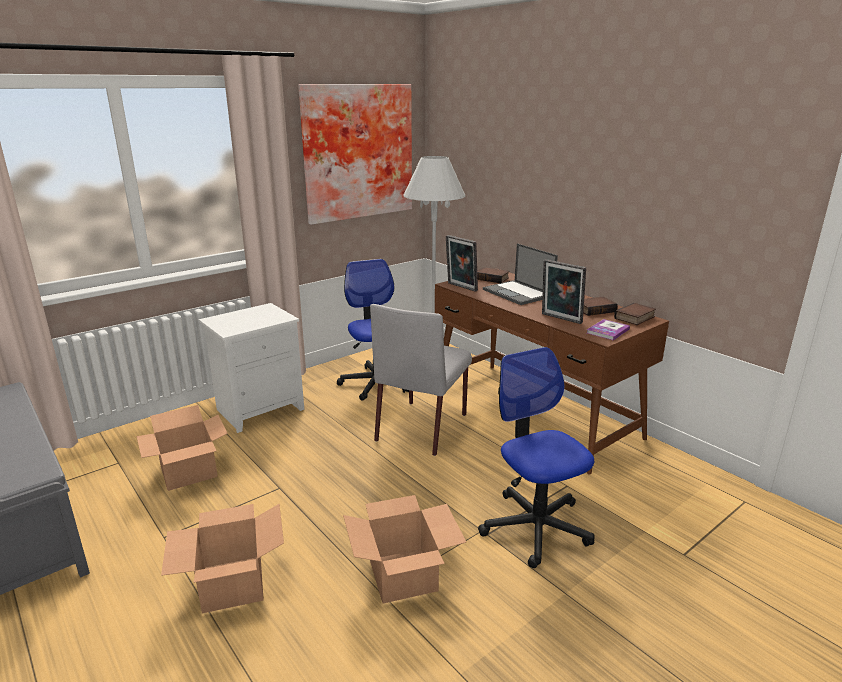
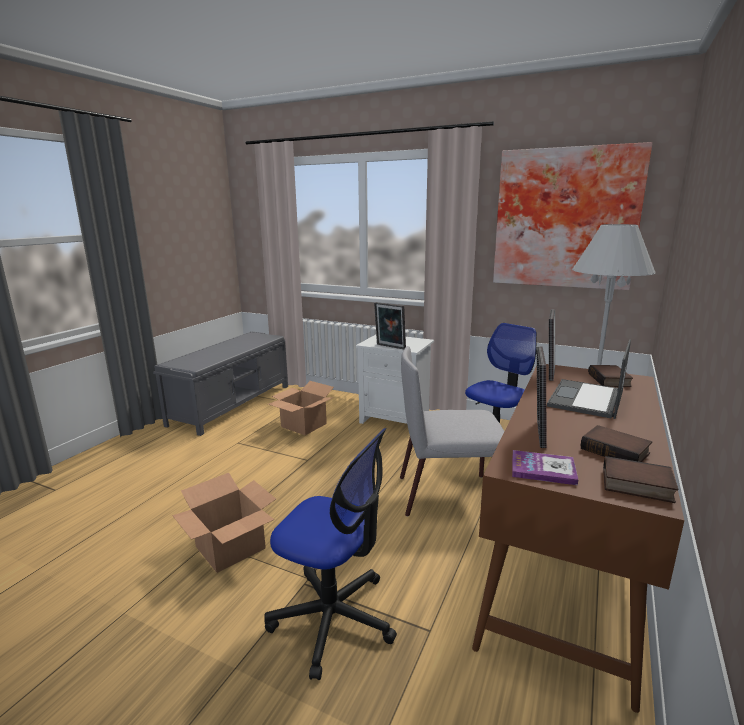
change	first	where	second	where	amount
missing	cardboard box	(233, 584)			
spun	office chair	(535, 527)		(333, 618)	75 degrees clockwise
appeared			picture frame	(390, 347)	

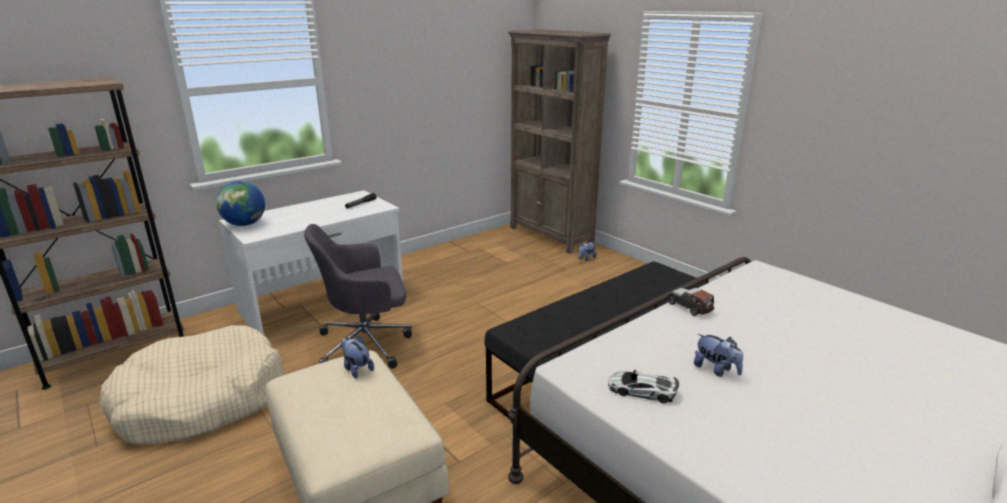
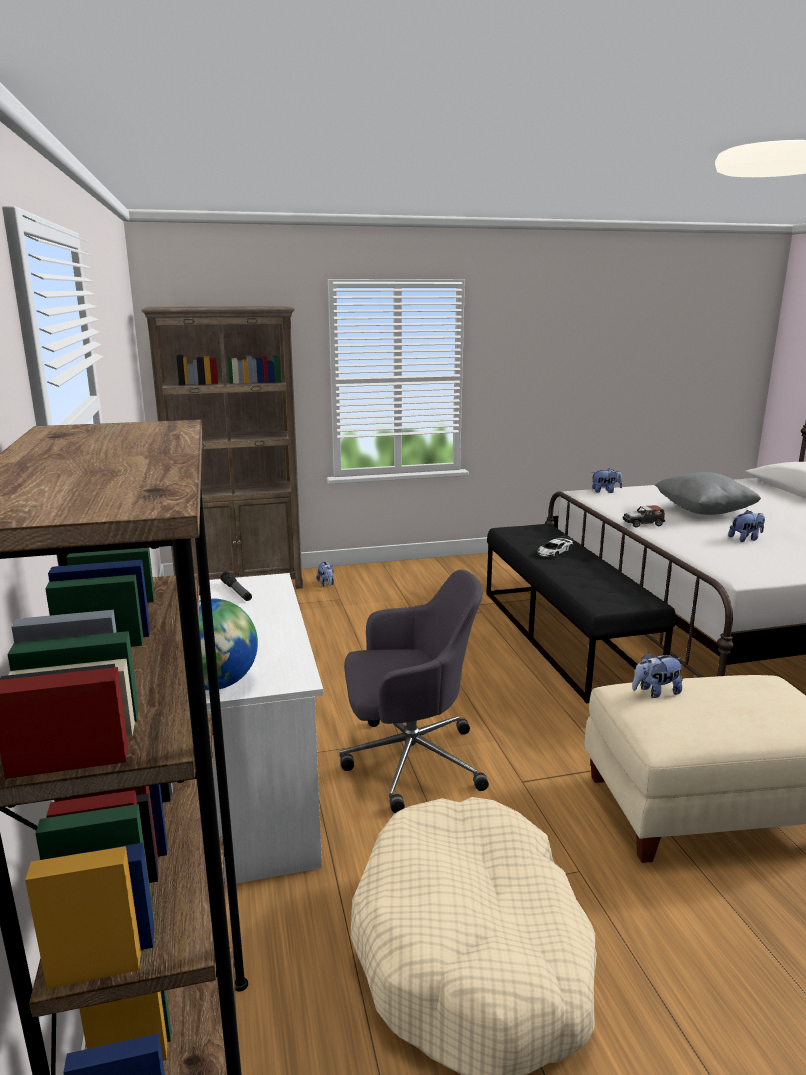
change	first	where	second	where	amount
spun	grey office chair	(367, 343)		(409, 761)	105 degrees counterclockwise
relocated	toy car	(642, 390)		(554, 552)	
appeared			plush toy	(605, 491)	
appeared			grey pillow	(704, 511)	

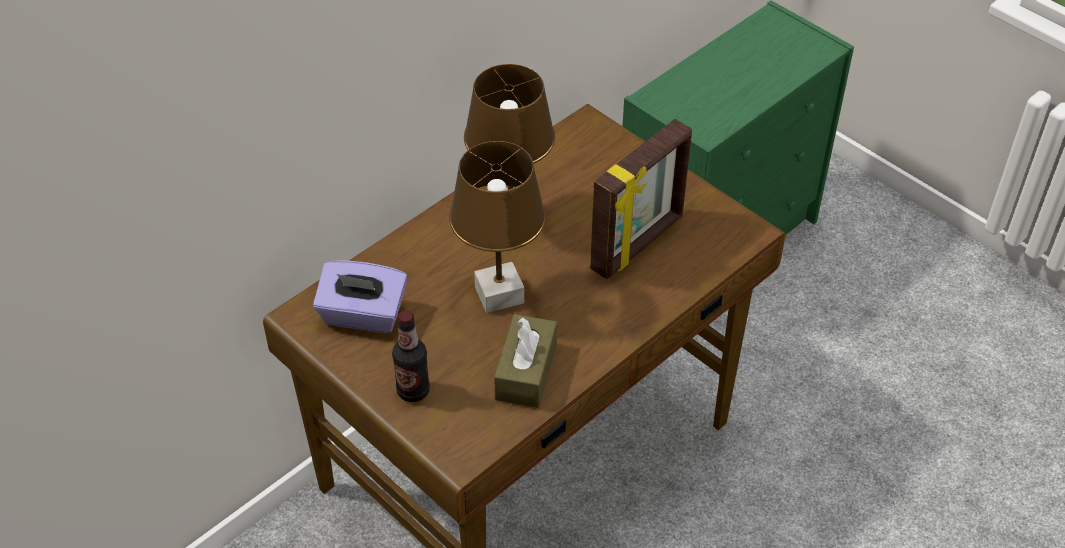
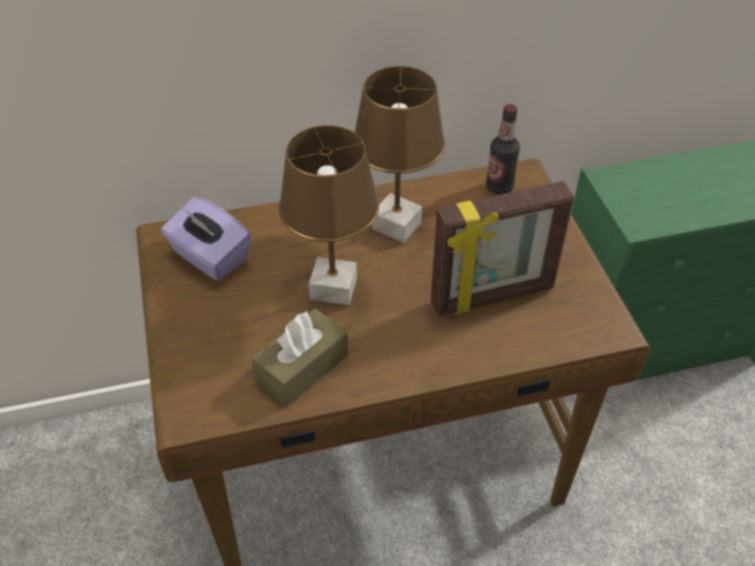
change	first	where	second	where	amount
relocated	bottle	(413, 391)		(499, 187)	

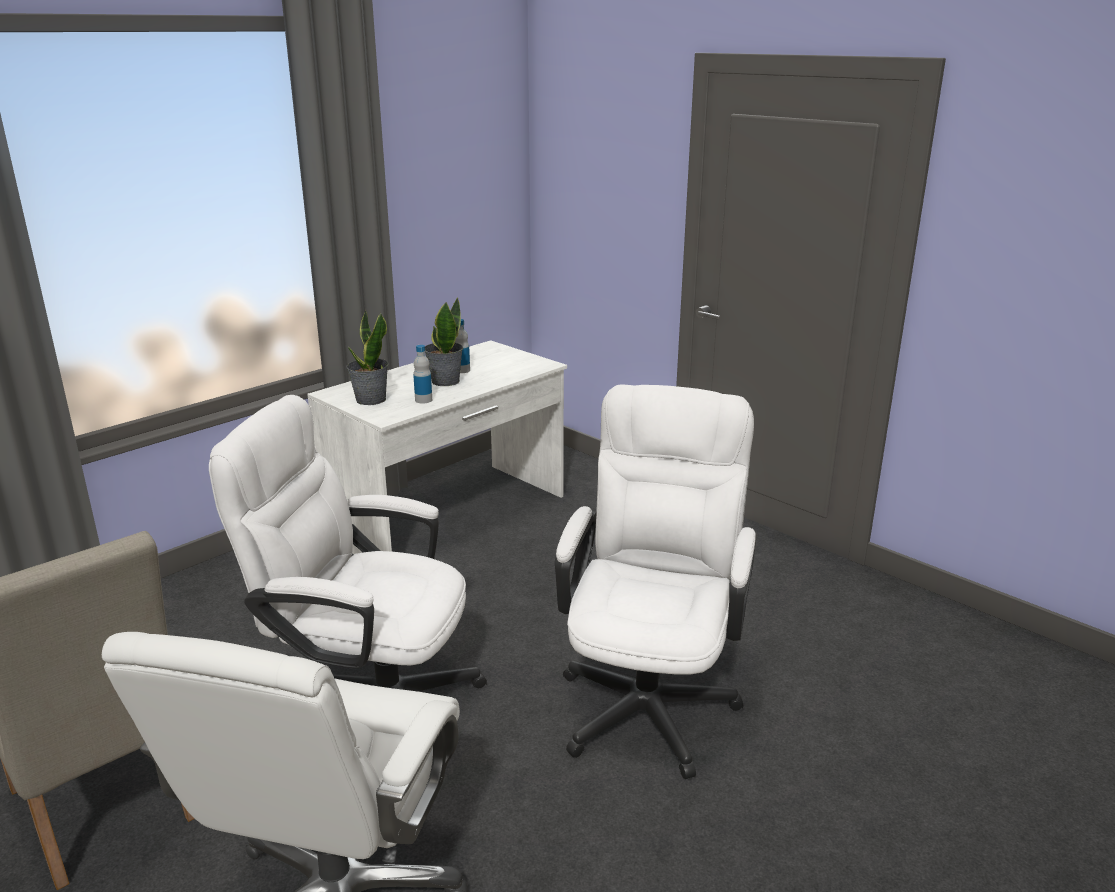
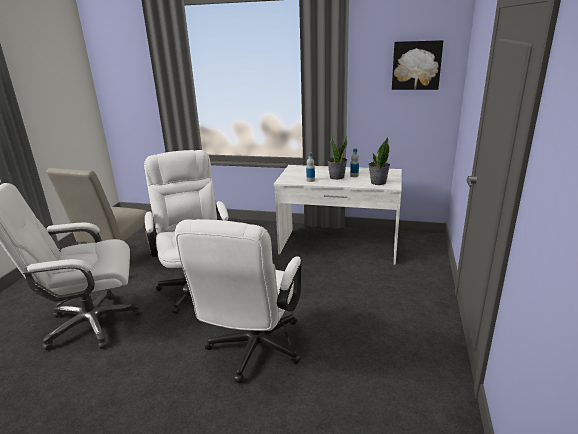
change	first	where	second	where	amount
relocated	potted plant	(370, 400)		(378, 182)	
spun	white office chair	(650, 697)		(252, 352)	120 degrees clockwise
appeared			picture	(416, 65)	

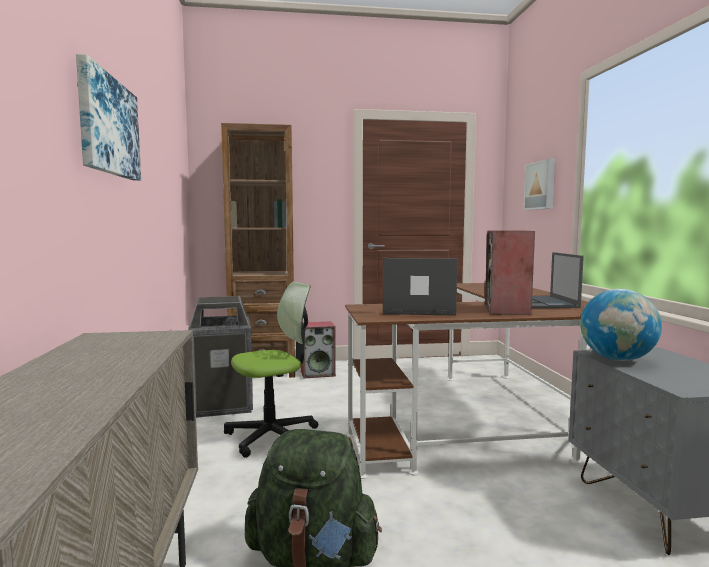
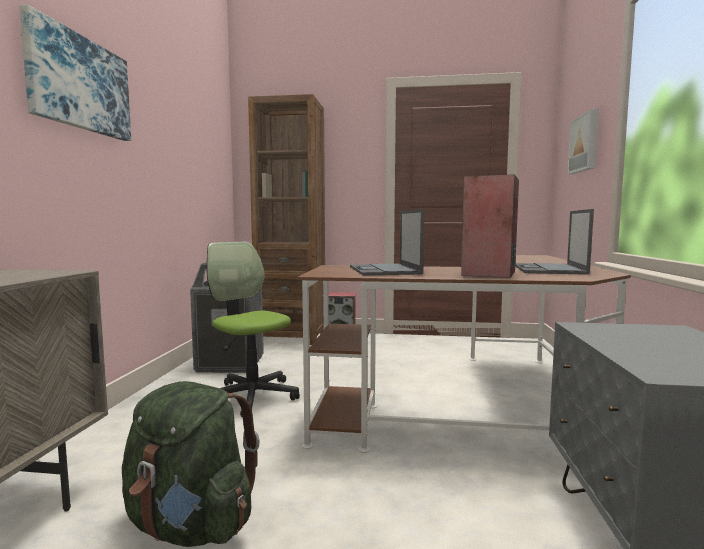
change	first	where	second	where	amount
spun	office chair	(272, 436)		(251, 396)	120 degrees counterclockwise
spun	laptop	(417, 310)		(384, 270)	120 degrees counterclockwise
missing	globe	(617, 359)			

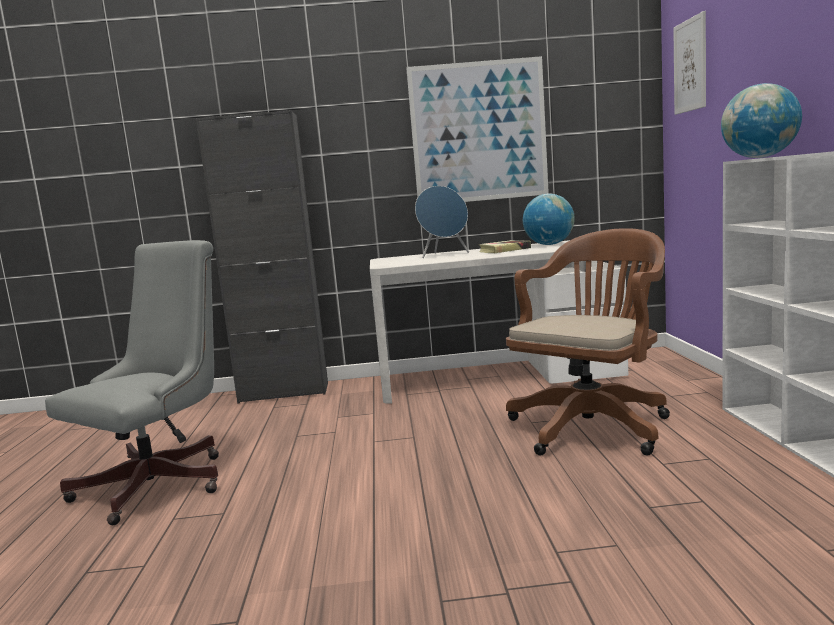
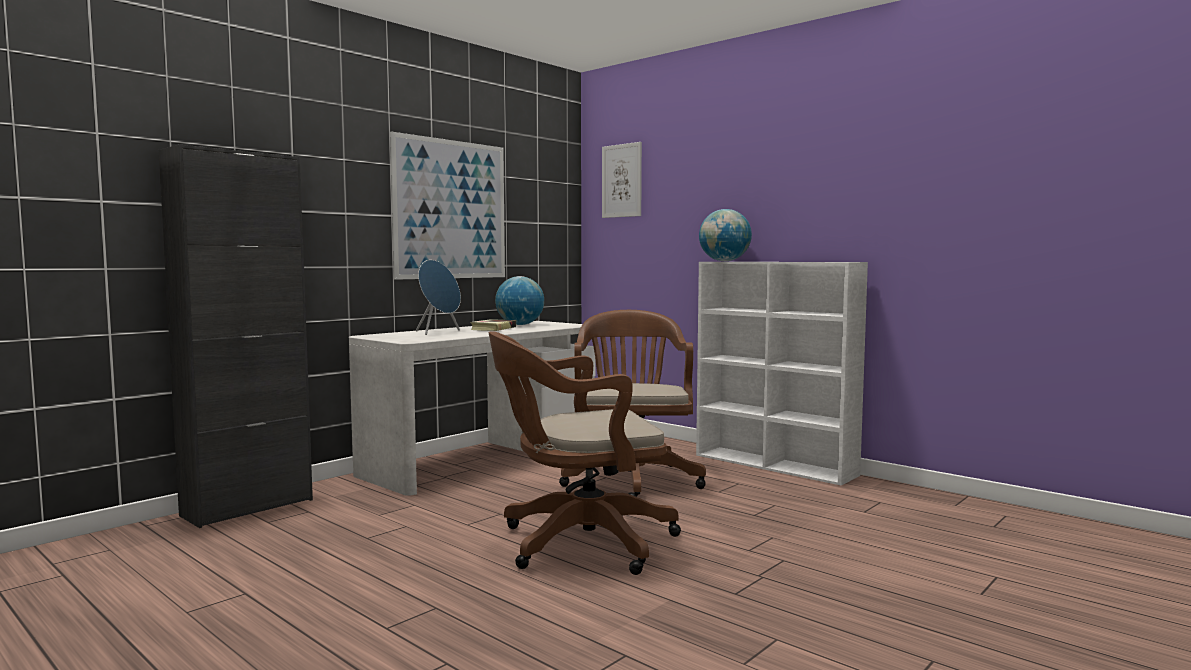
change	first	where	second	where	amount
missing	grey office chair	(163, 482)			
appeared			brown office chair	(578, 543)	

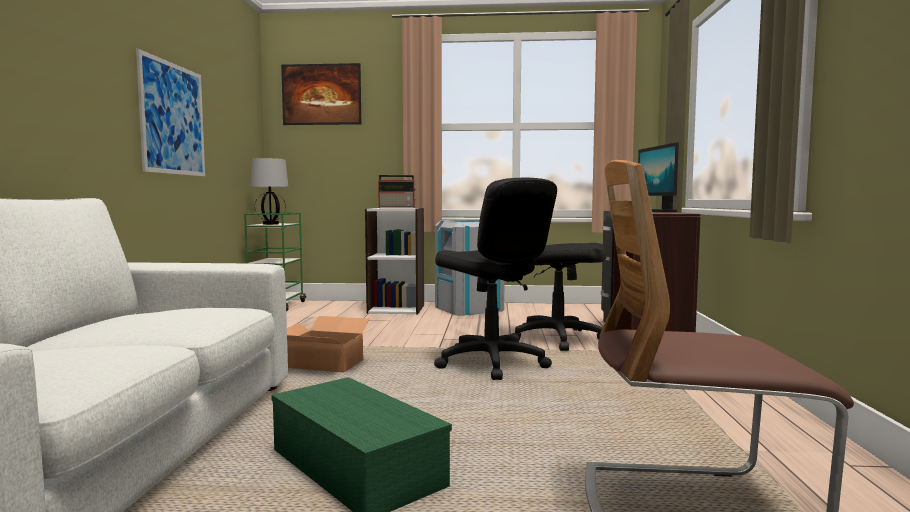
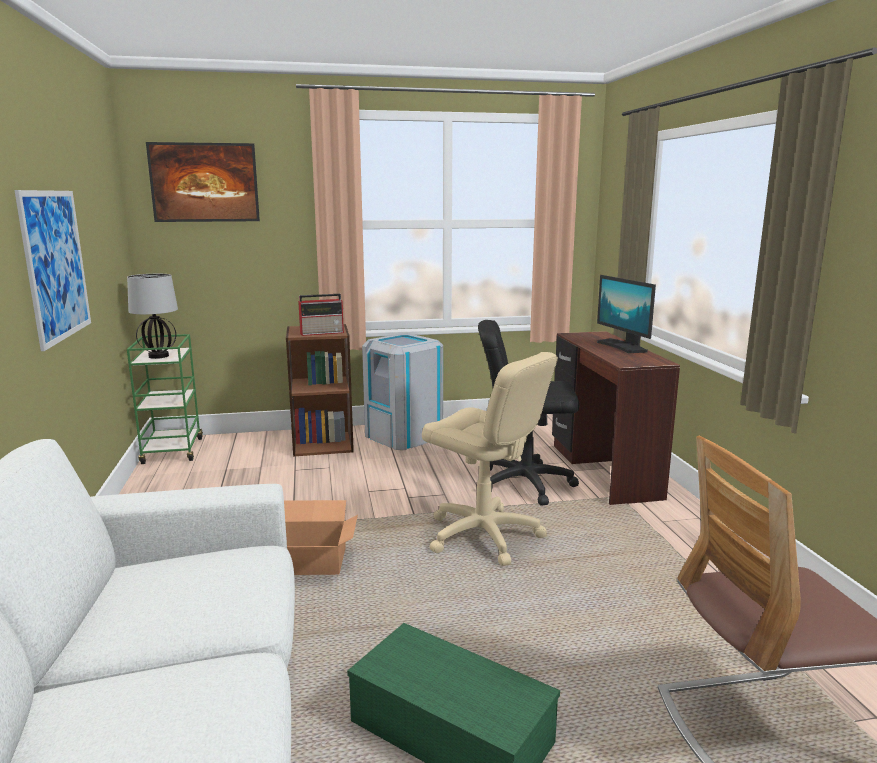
change	first	where	second	where	amount
colour	white bookcase	(396, 309)	brown bookcase	(323, 443)	
colour	black office chair	(491, 363)	beige office chair	(483, 535)	

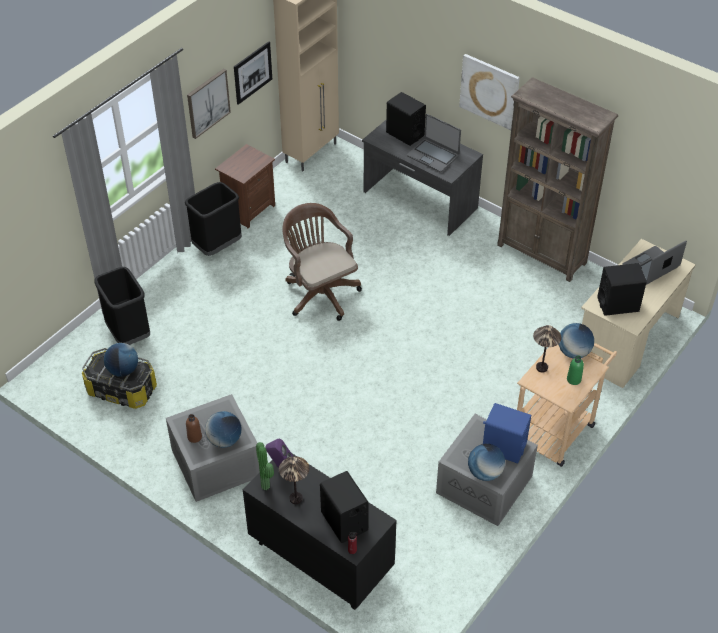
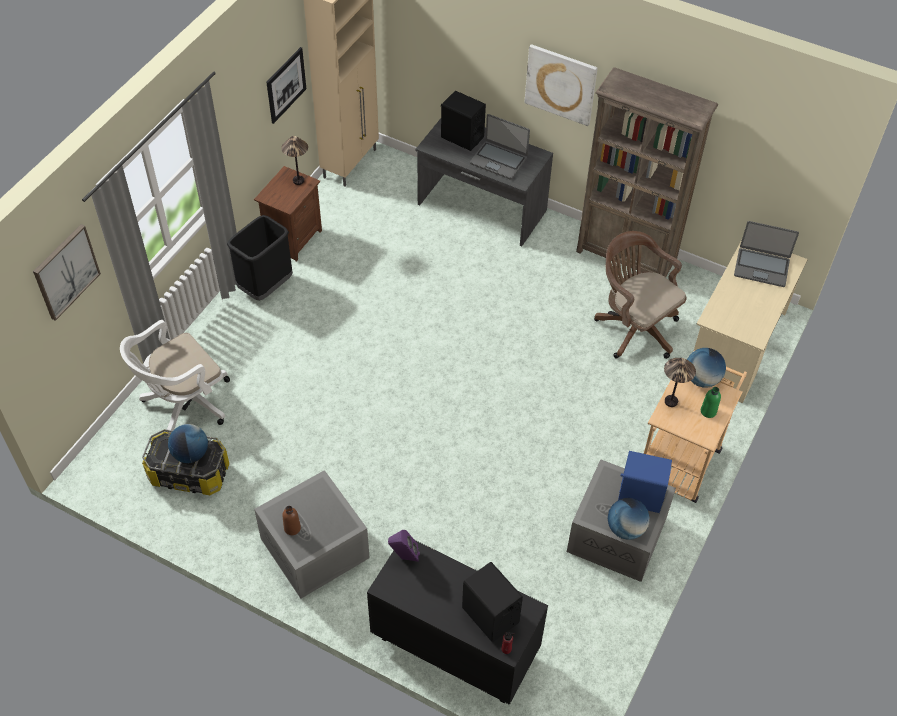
change	first	where	second	where	amount
exchanged	black trash can	(128, 333)	white office chair	(183, 404)	
relocated	picture	(208, 103)		(66, 271)	
missing	globe	(224, 440)			
missing	potted plant	(267, 485)			
relocated	table lamp	(296, 498)		(298, 181)	
relocated	brown office chair	(320, 292)		(633, 327)	
missing	black speaker	(618, 304)			
spun	laptop	(651, 267)		(761, 267)	120 degrees counterclockwise

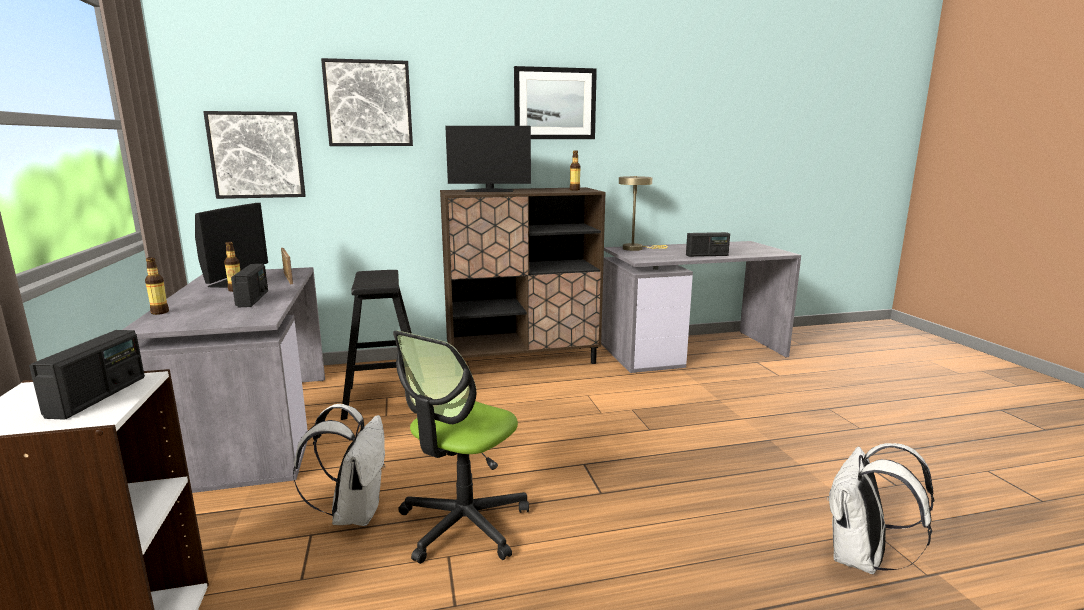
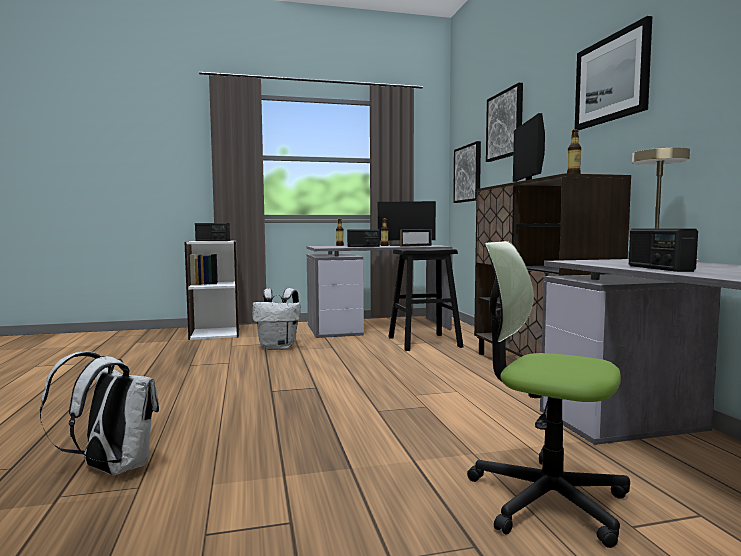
change	first	where	second	where	amount
relocated	office chair	(463, 524)		(546, 499)	

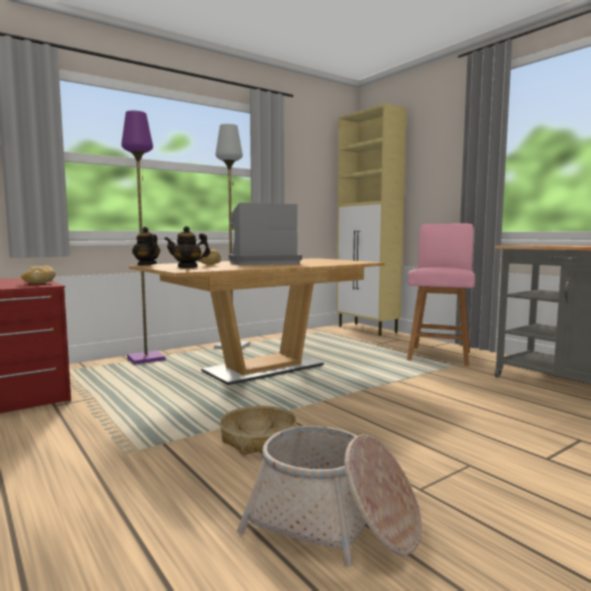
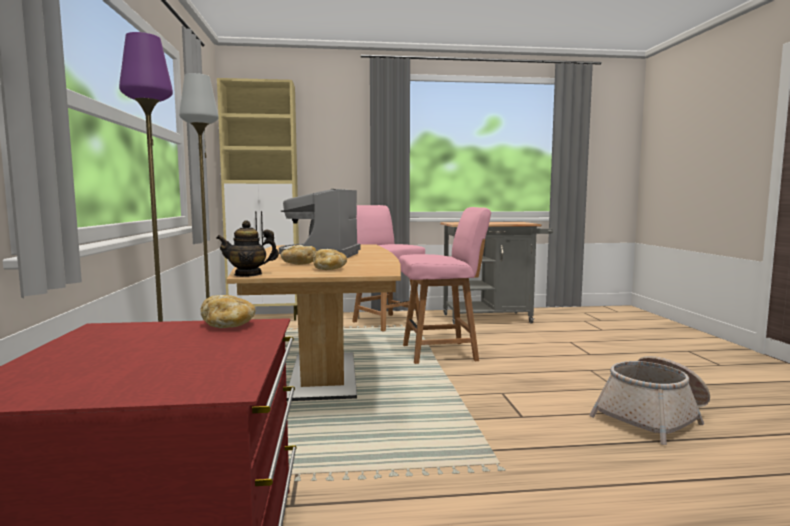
change	first	where	second	where	amount
exchanged	teapot	(187, 267)	bread	(329, 269)	
missing	basket	(259, 439)			
appeared			pink chair	(441, 353)	

